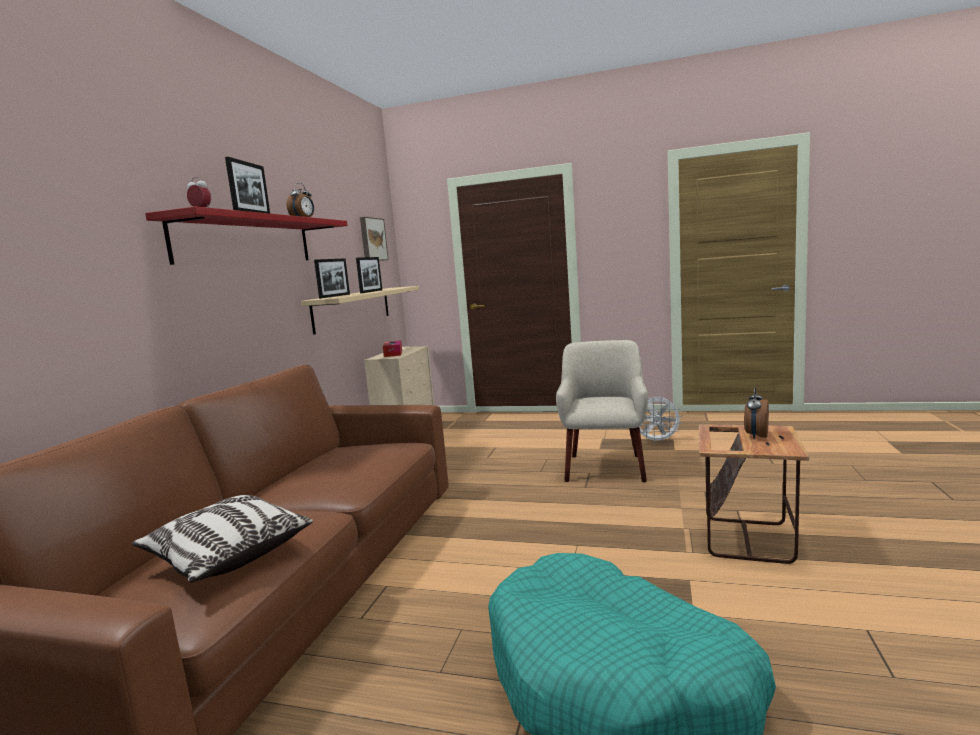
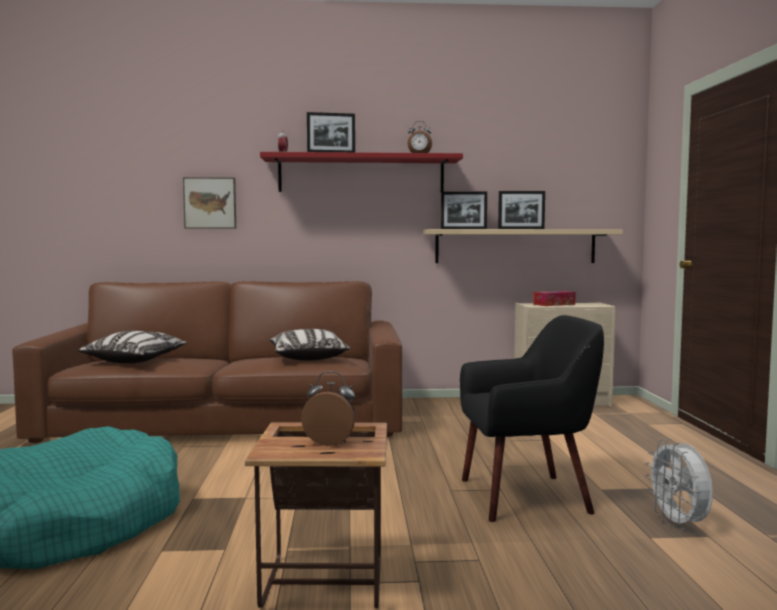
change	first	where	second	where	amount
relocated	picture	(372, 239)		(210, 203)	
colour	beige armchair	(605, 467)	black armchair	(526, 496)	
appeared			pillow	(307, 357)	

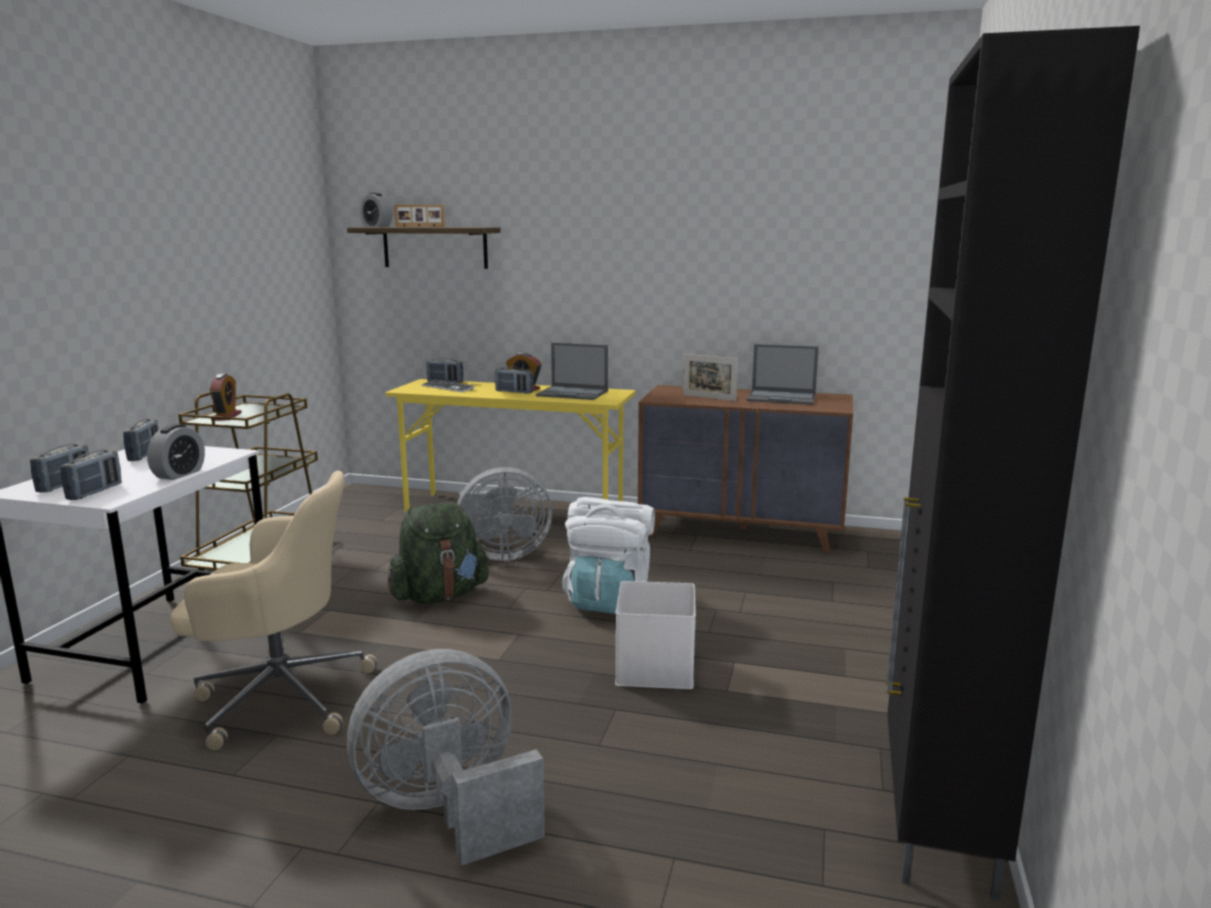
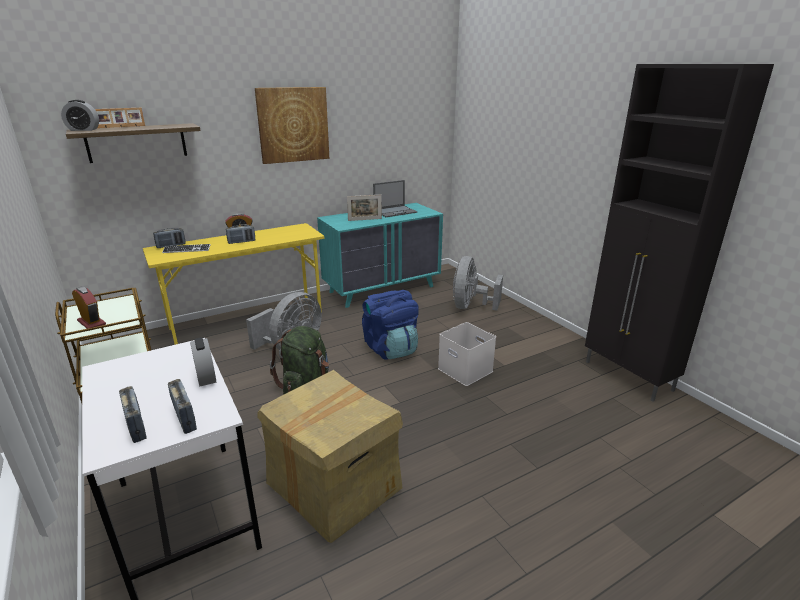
change	first	where	second	where	amount
missing	radio	(144, 455)			
exchanged	beige office chair	(279, 696)	cardboard box	(334, 487)	
relocated	grey fan	(448, 811)		(470, 306)	
missing	laptop	(573, 393)			
colour	white backpack	(609, 601)	blue backpack	(391, 348)	
colour	brown dresser	(742, 532)	turquoise dresser	(382, 289)	
appeared			picture	(293, 125)	

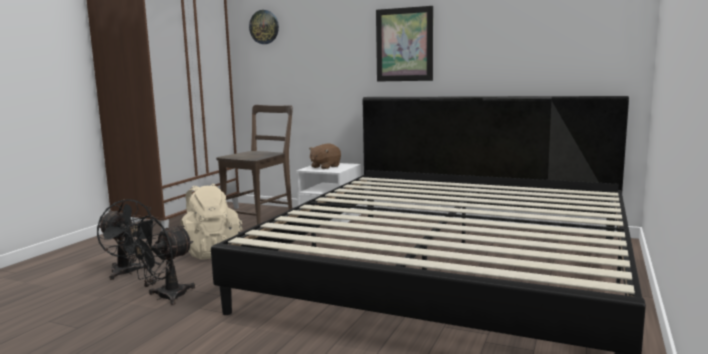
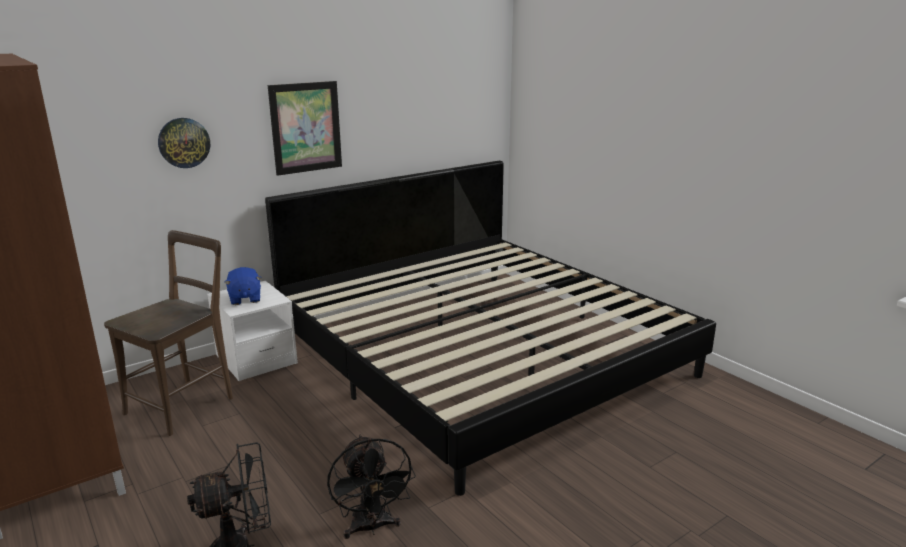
change	first	where	second	where	amount
missing	beige backpack	(210, 252)			
spun	brown chair	(260, 221)		(184, 403)	60 degrees clockwise
relocated	wall clock	(264, 27)		(184, 143)	
colour	brown plush toy	(325, 167)	blue plush toy	(244, 299)	

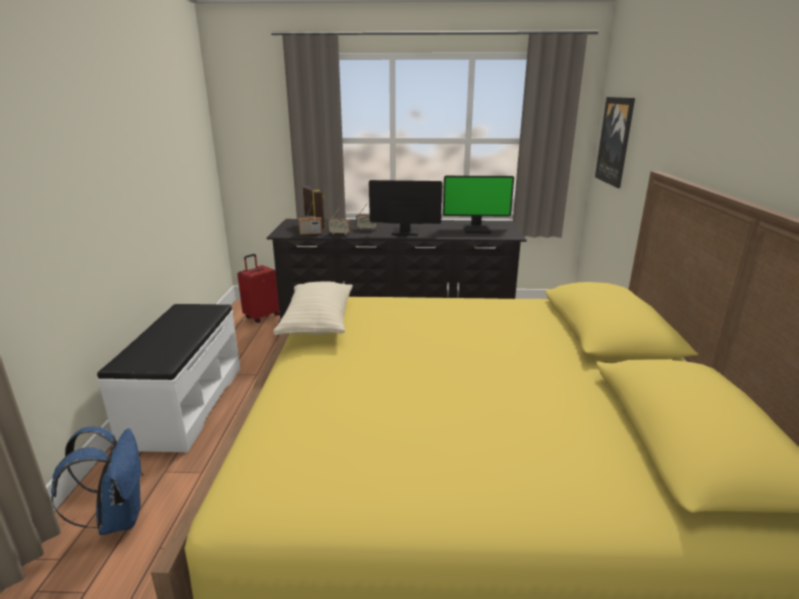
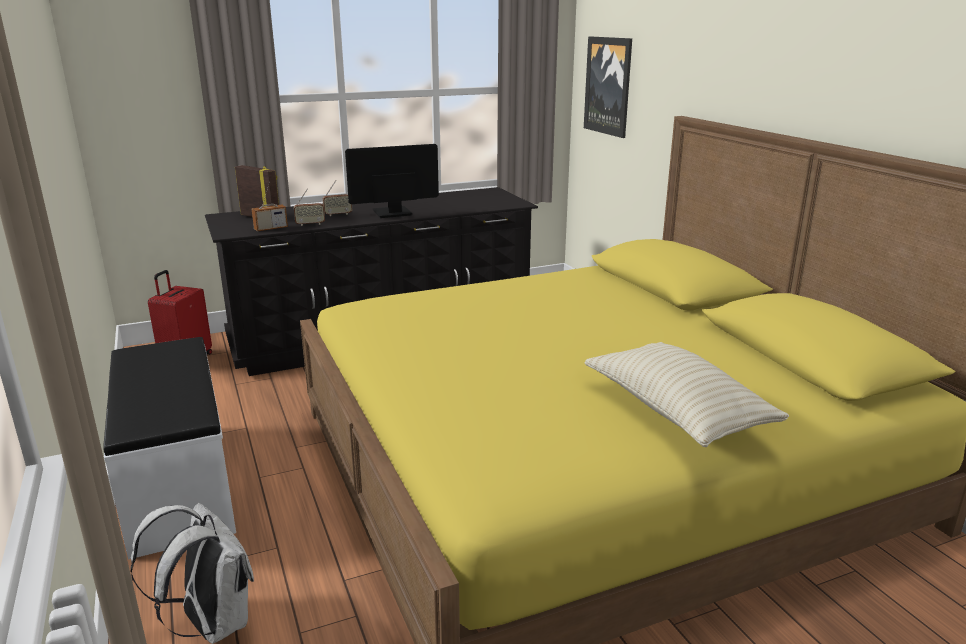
change	first	where	second	where	amount
colour	blue backpack	(118, 517)	white backpack	(211, 623)	
relocated	beige pillow	(318, 322)		(676, 412)	
missing	monitor	(477, 229)			

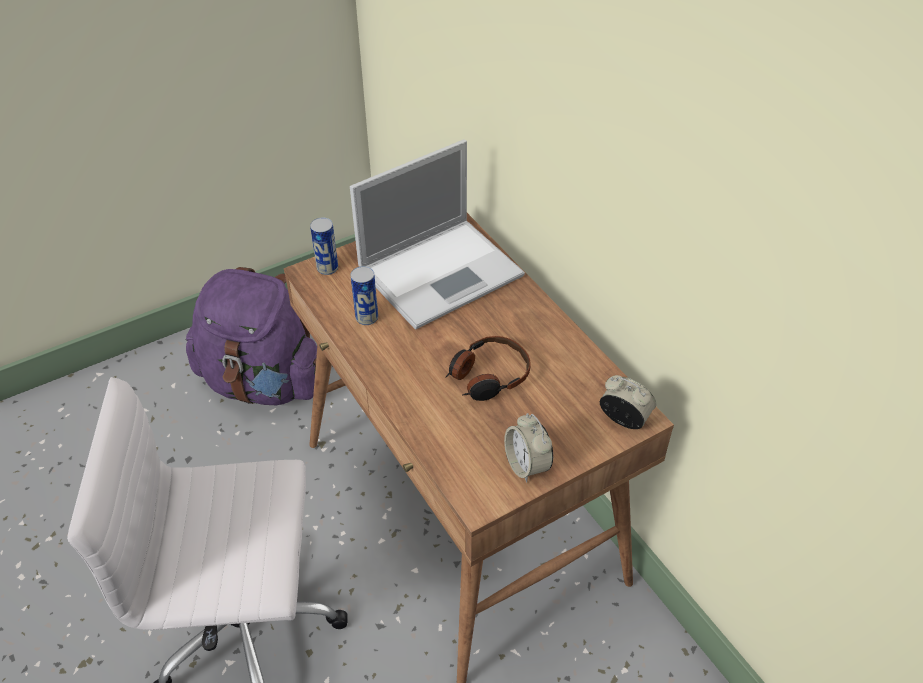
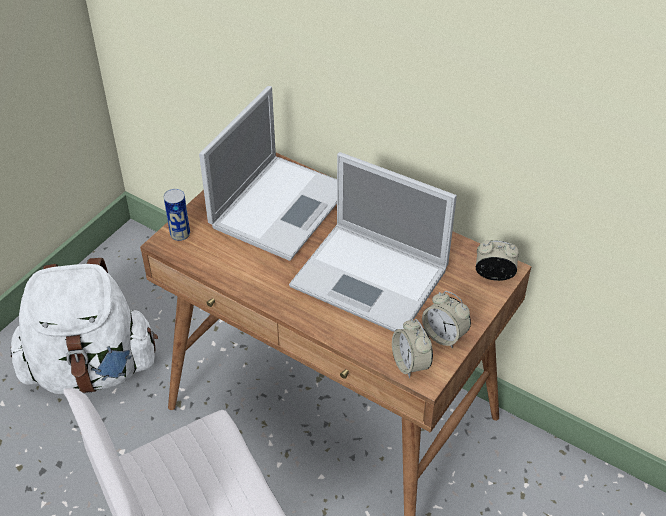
change	first	where	second	where	amount
colour	purple backpack	(264, 382)	white backpack	(91, 369)	
missing	can	(367, 318)			
exchanged	headphones	(488, 376)	laptop	(372, 278)	
appeared			alarm clock	(410, 364)	

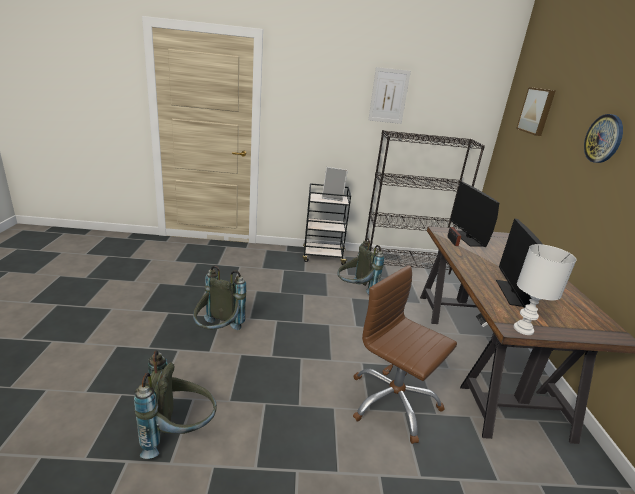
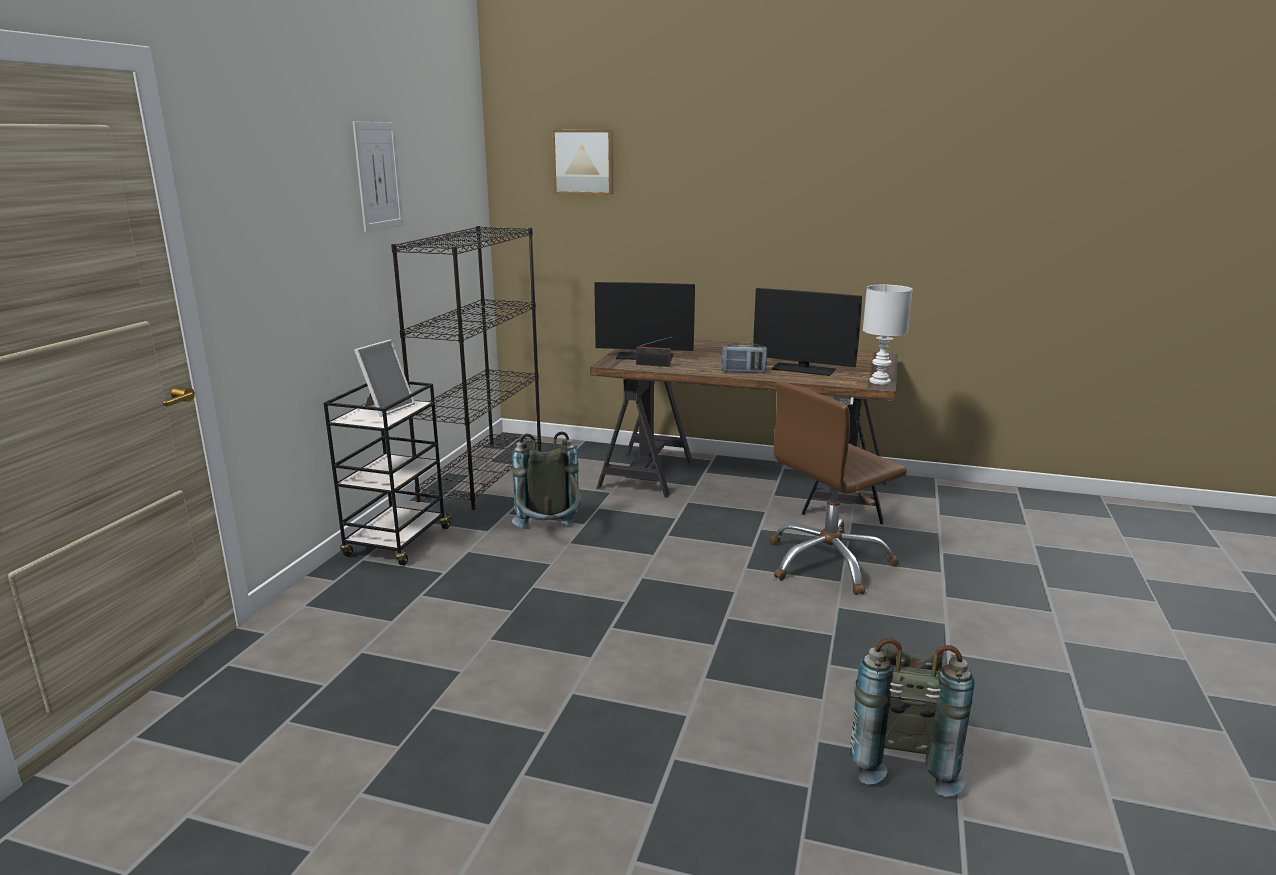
change	first	where	second	where	amount
missing	grey backpack	(218, 333)			
missing	wall clock	(604, 138)			
appeared			radio	(743, 371)	

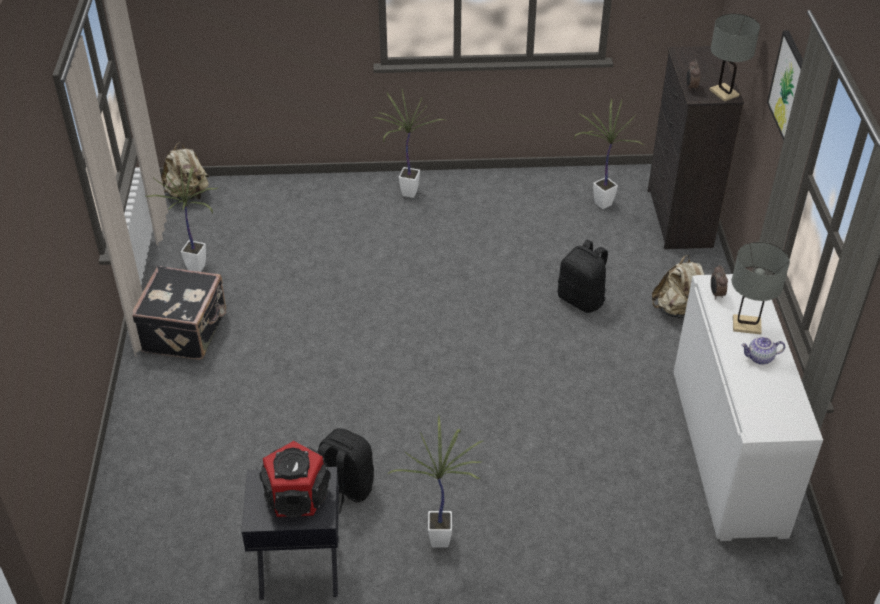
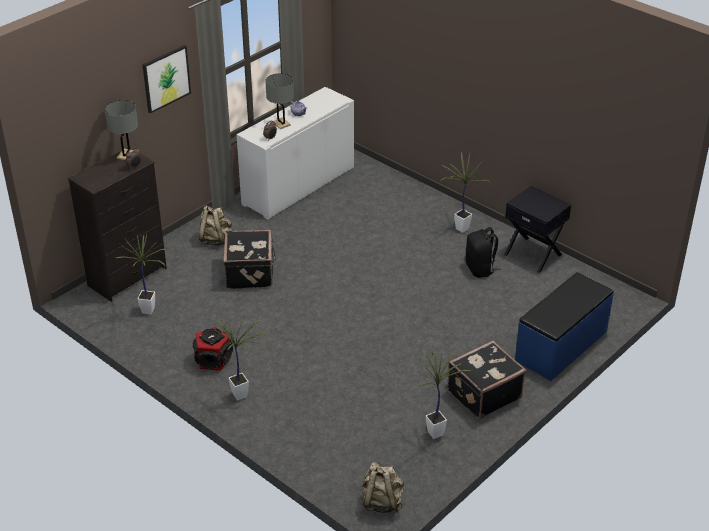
change	first	where	second	where	amount
relocated	speaker	(297, 496)		(212, 360)	
exchanged	black backpack	(582, 299)	black suitcase	(251, 273)	
appeared			blue bench	(562, 346)	

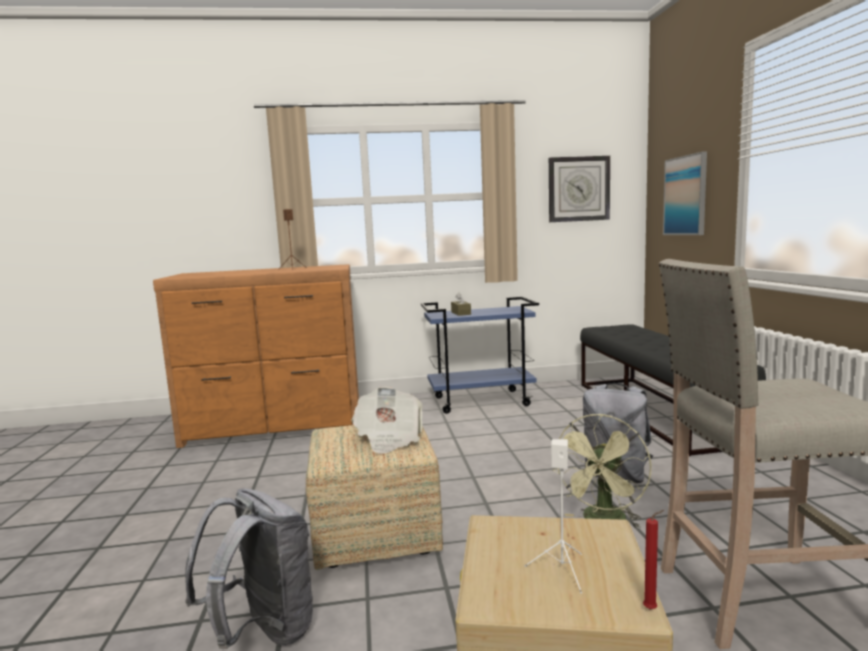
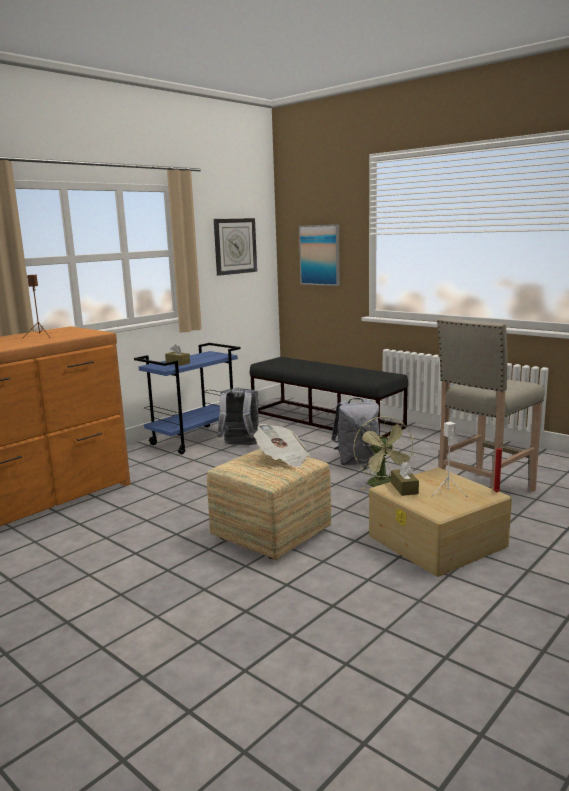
change	first	where	second	where	amount
relocated	grey backpack	(263, 632)		(240, 445)	
appeared			brown tissue box	(404, 488)	

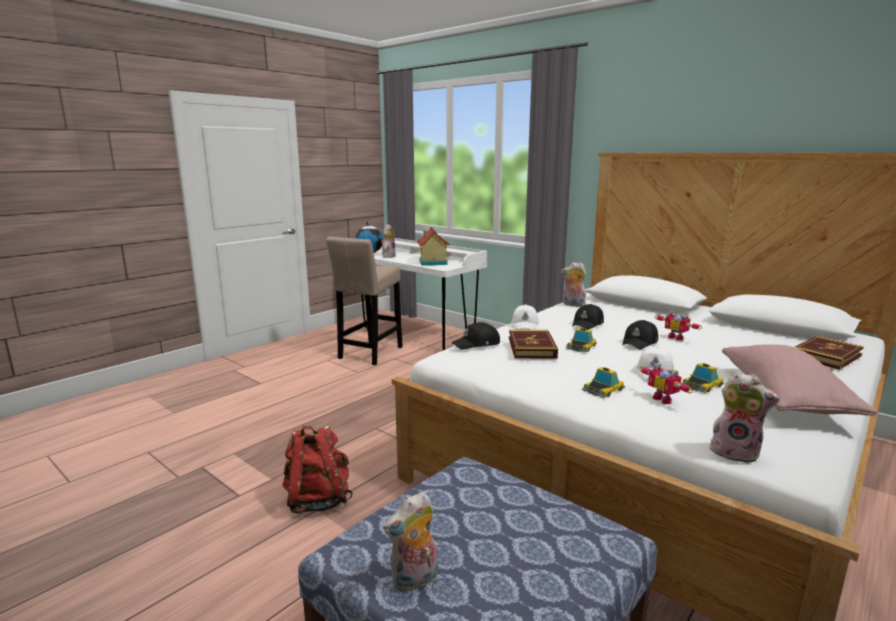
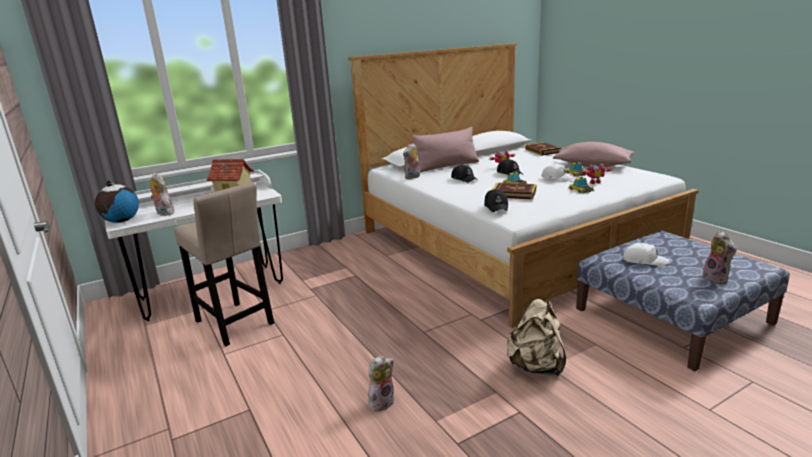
change	first	where	second	where	amount
colour	red backpack	(317, 500)	beige backpack	(536, 366)	
relocated	white cap	(525, 325)		(644, 260)	
relocated	plush toy	(736, 452)		(381, 402)	
appeared			pink pillow	(447, 166)	

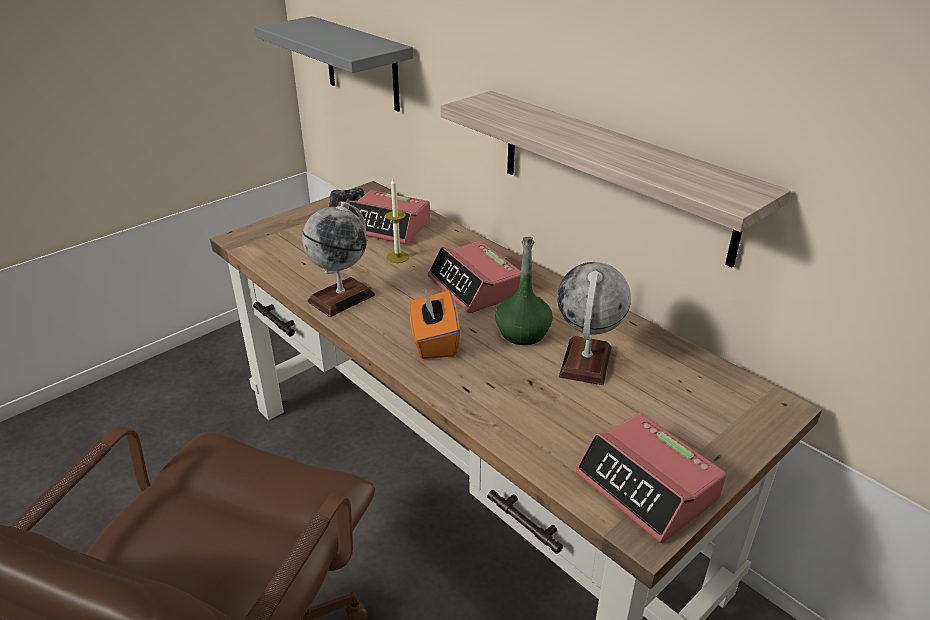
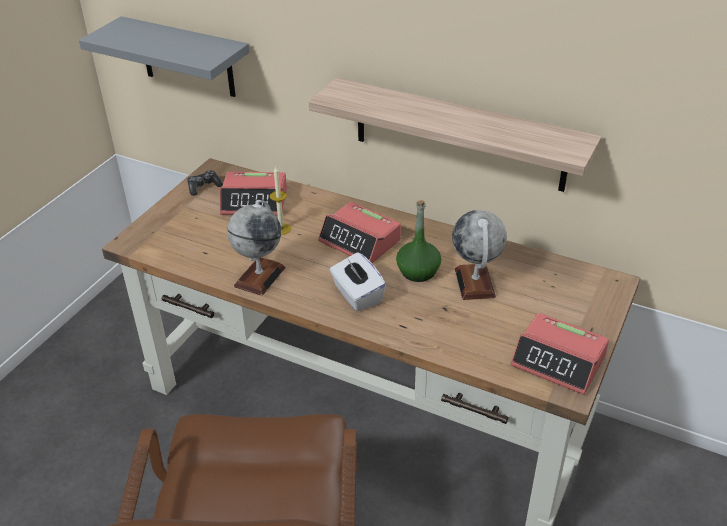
change	first	where	second	where	amount
colour	orange tissue box	(434, 342)	white tissue box	(357, 295)	

